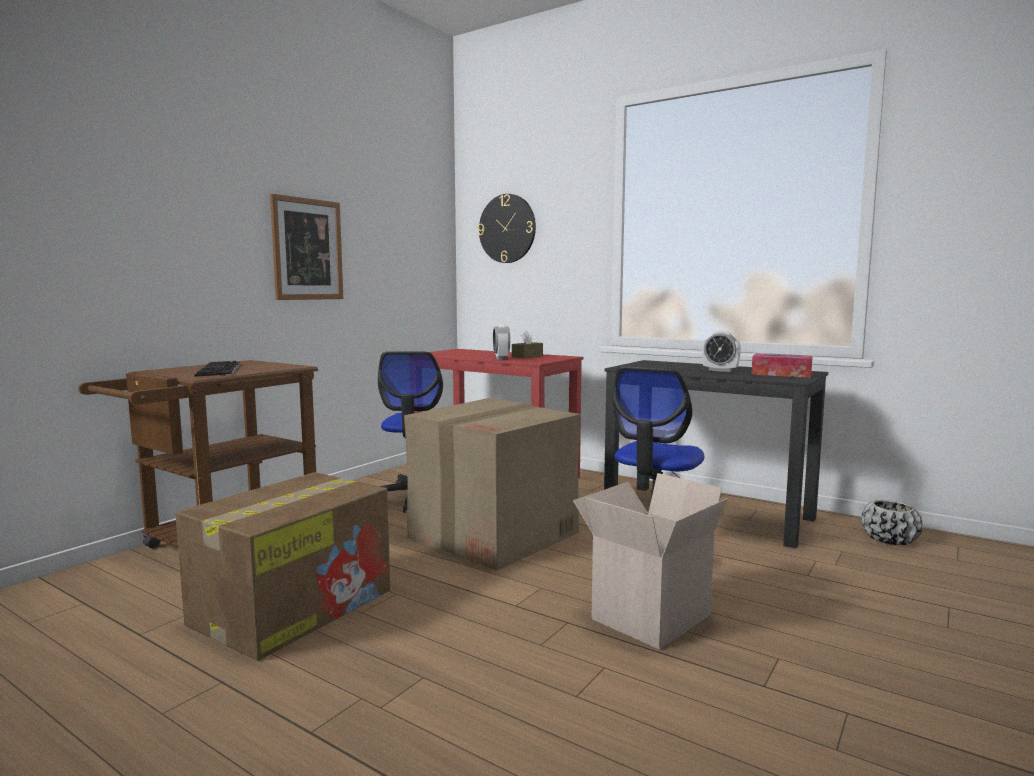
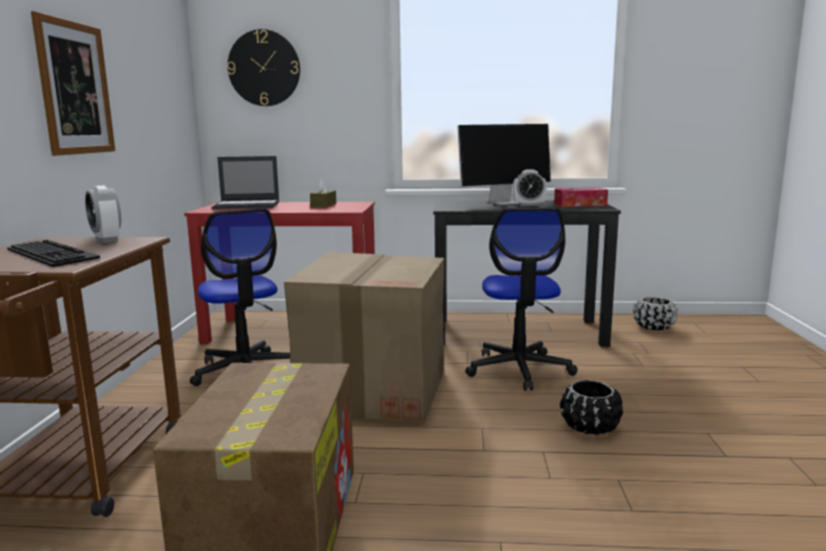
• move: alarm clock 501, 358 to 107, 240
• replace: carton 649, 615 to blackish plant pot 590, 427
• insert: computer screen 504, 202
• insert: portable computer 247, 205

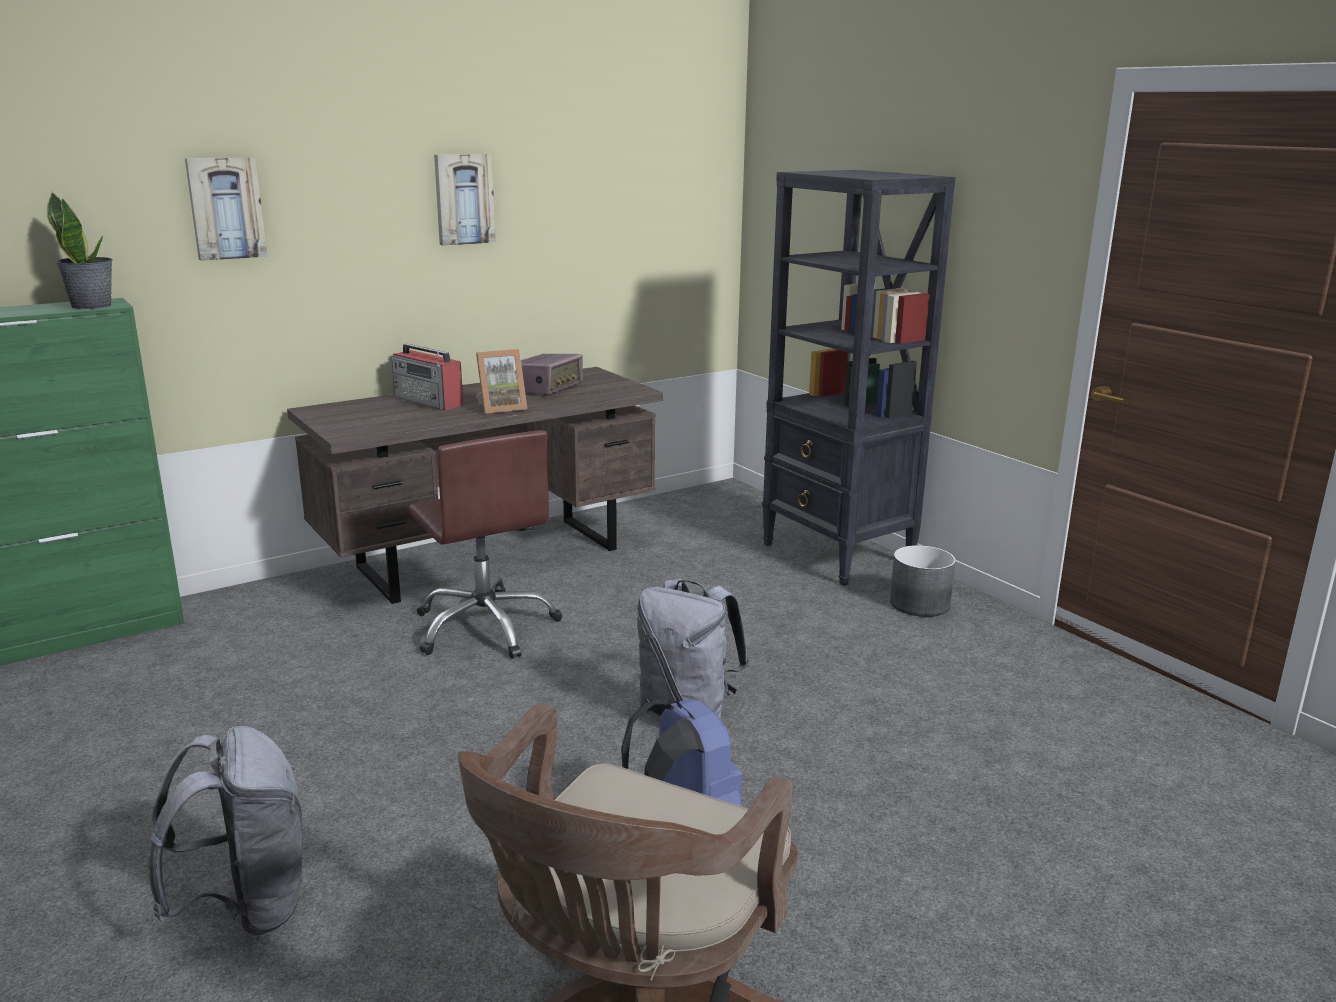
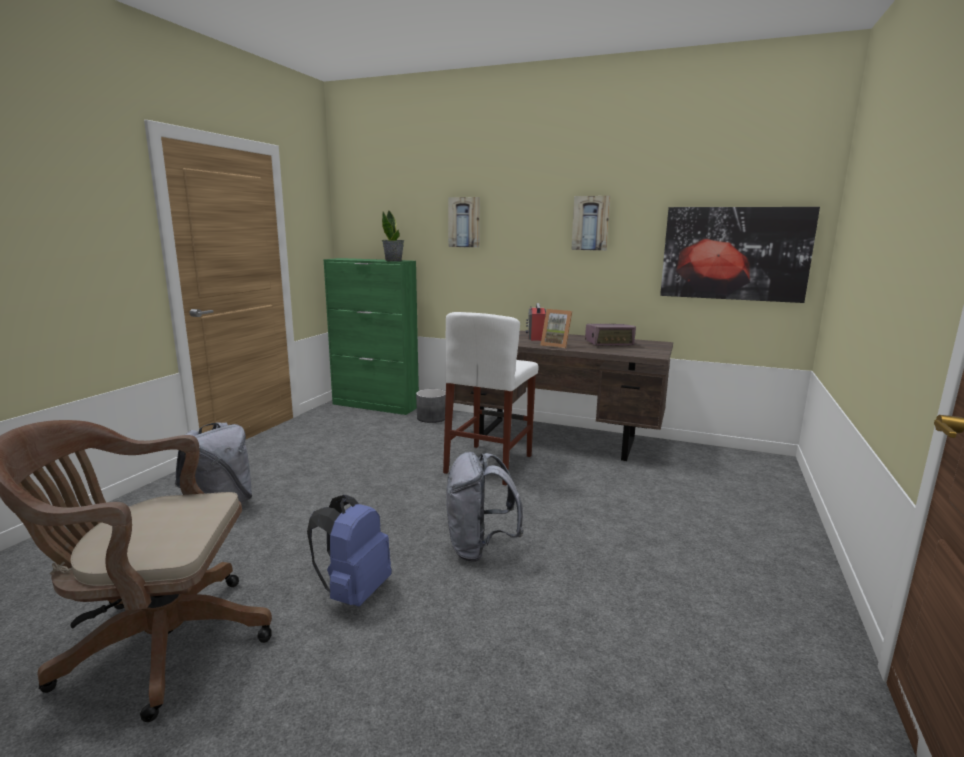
• delete: blackish bookcase 838, 555
• replace: brown computer chair 486, 627 to white stool 489, 464
• move: gray plant pot 920, 604 to 432, 418
• insert: wall art 734, 253

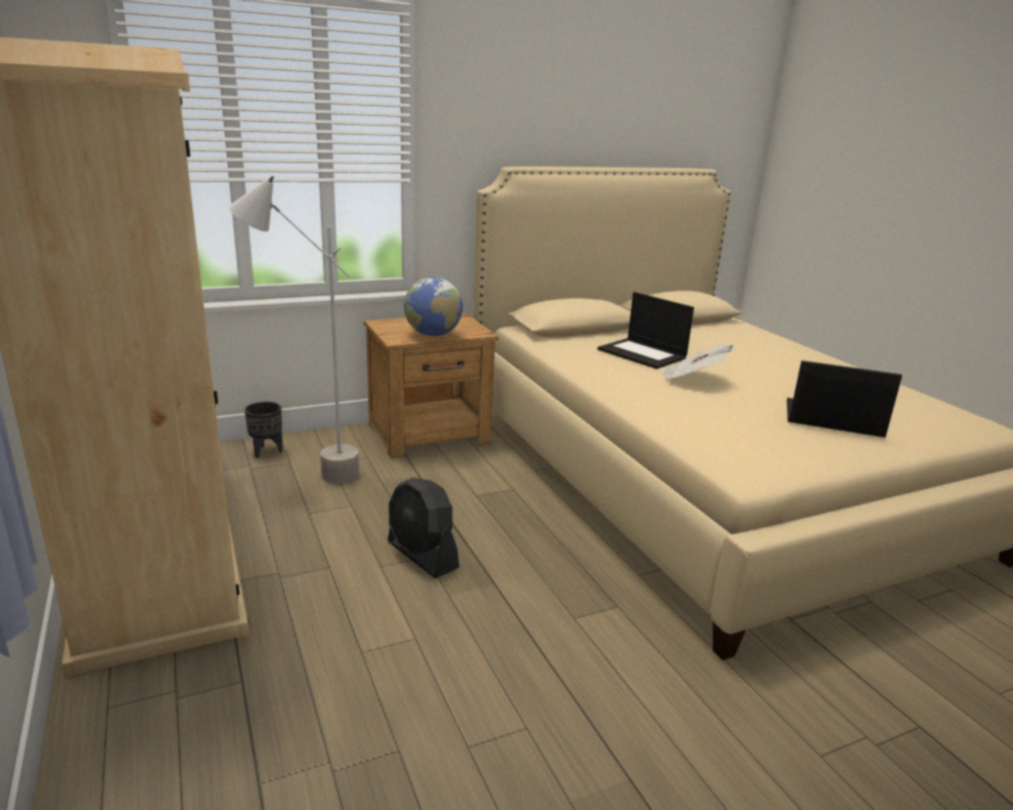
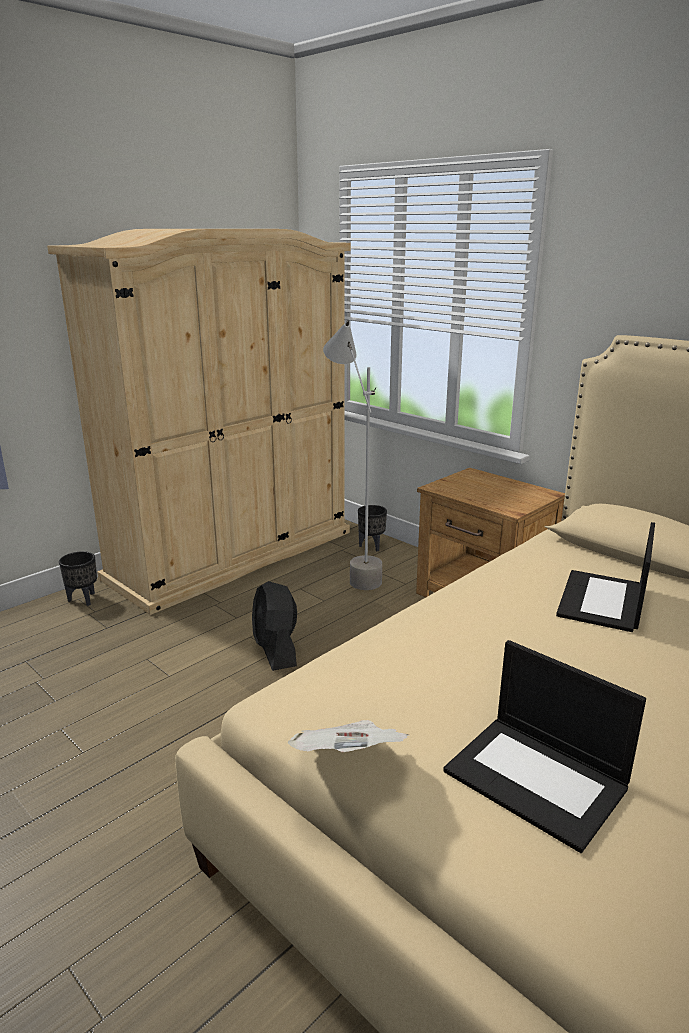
• delete: world globe 433, 335
• move: daily paper 692, 379 to 349, 761
• rotate: portable computer 832, 419 = 538, 779 135 degrees clockwise
• rotate: blackish cooling fan 422, 555 = 276, 649 45 degrees counterclockwise
• insert: blackish plant pot 84, 599

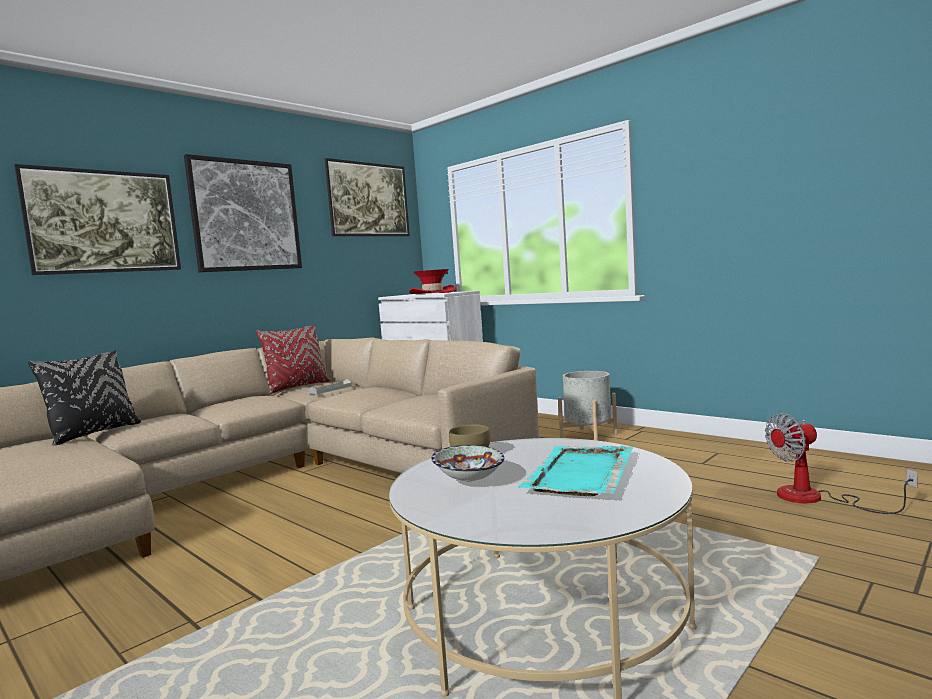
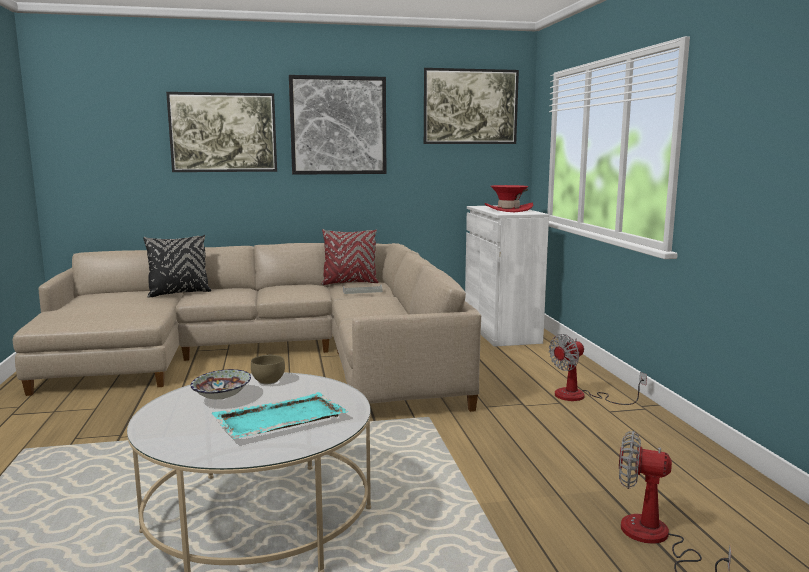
• replace: gray plant pot 588, 436 to cooling fan 581, 396

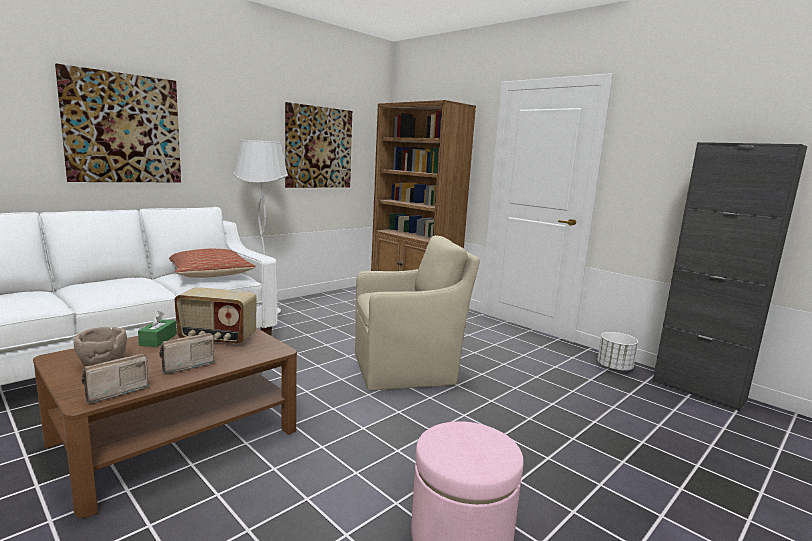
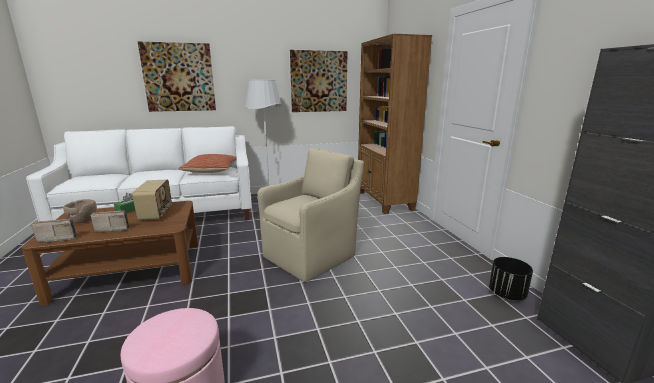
• rotate: beige-coloured easy chair 407, 369 = 312, 255 60 degrees counterclockwise
• rotate: radio receiver 217, 339 = 157, 214 135 degrees counterclockwise
• recolor: white plant pot 614, 368 to blackish plant pot 507, 294

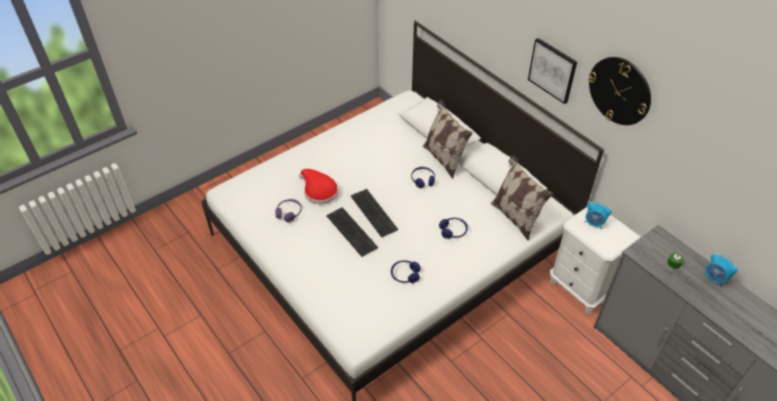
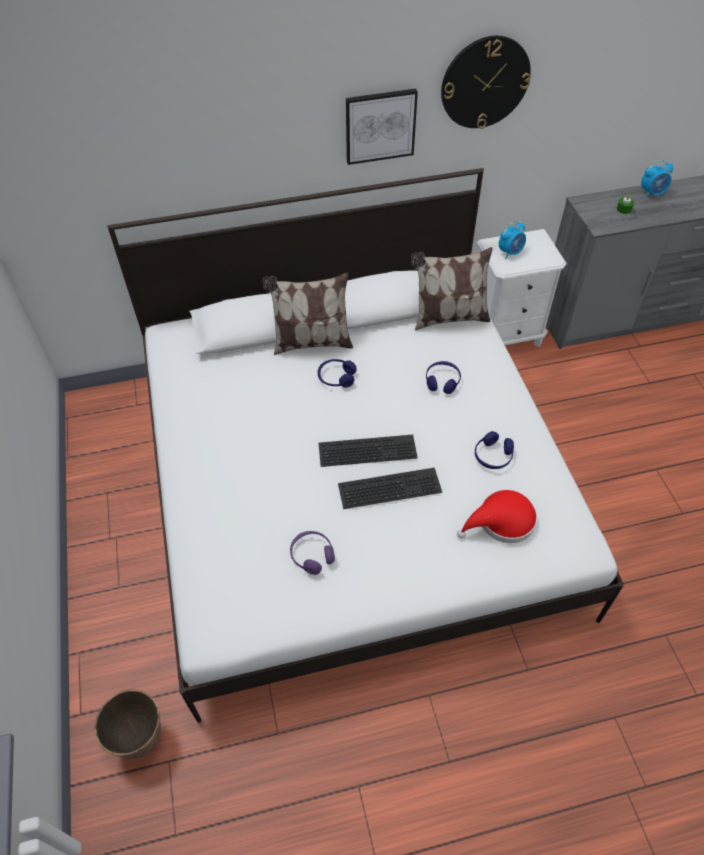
• move: red-coloured clothing hat 319, 191 to 501, 521
• insert: plant pot 140, 738

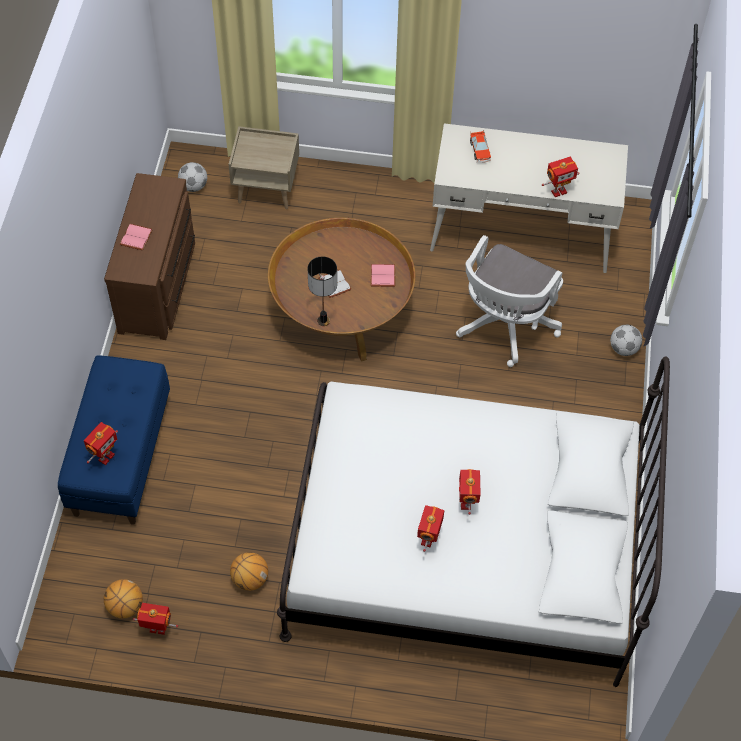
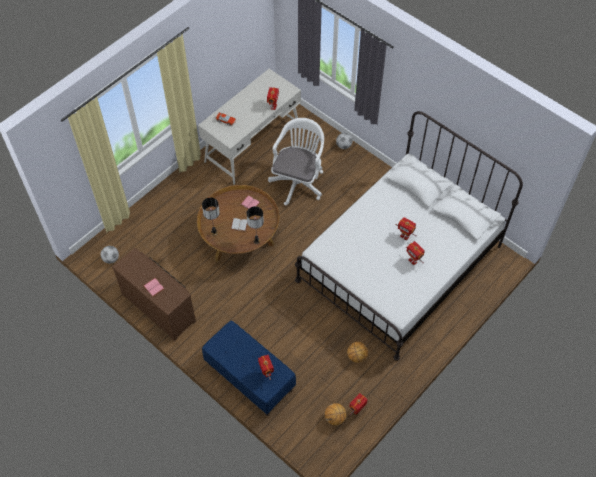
• delete: beige-coloured night table 267, 189
• rotate: white computer chair 504, 327 = 298, 181 135 degrees counterclockwise
• insert: lamp for a table 214, 232

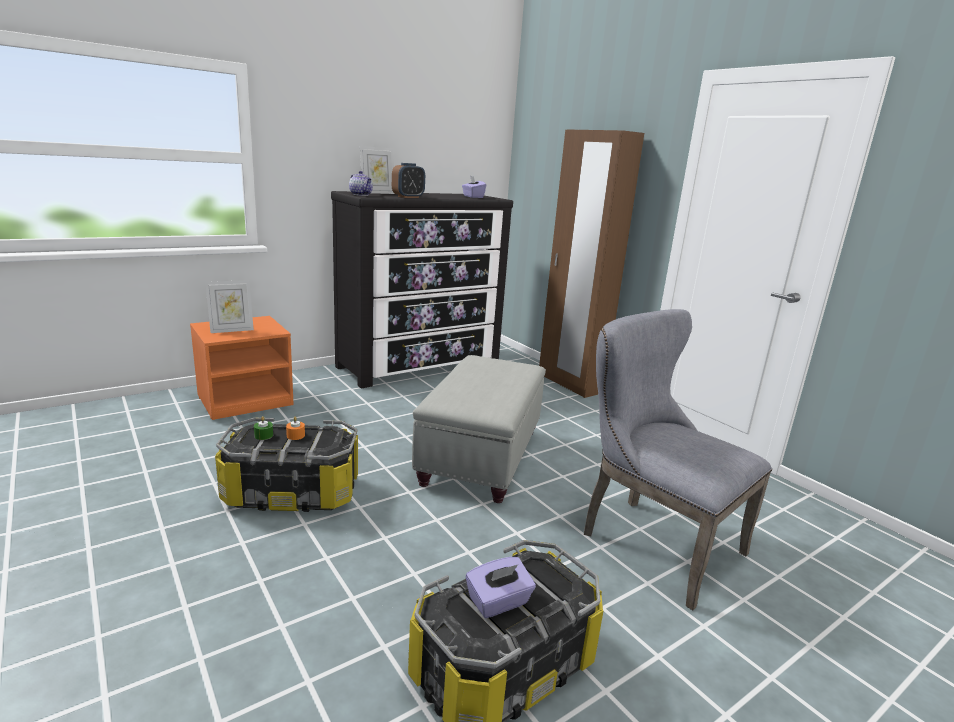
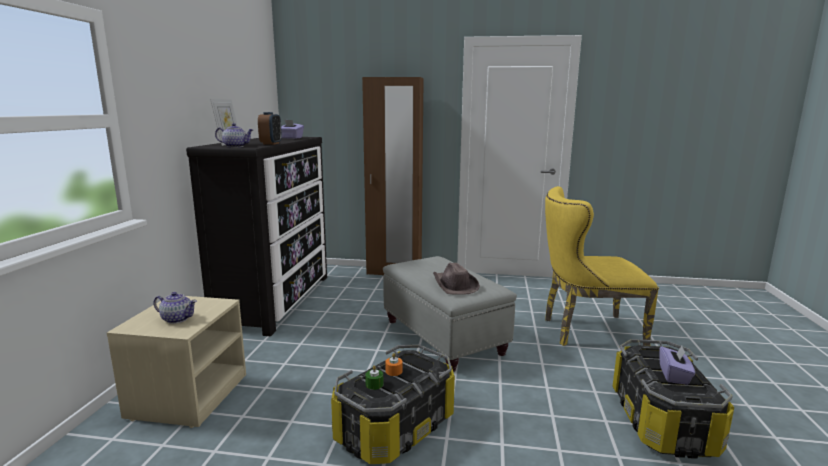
• replace: standing frame 231, 330 to tea pot 177, 319
• recolor: gray upright chair 651, 540 to yellow upright chair 585, 331
• recolor: orange night table 246, 400 to beige-coloured night table 188, 395
• insert: brown clothing hat 454, 285

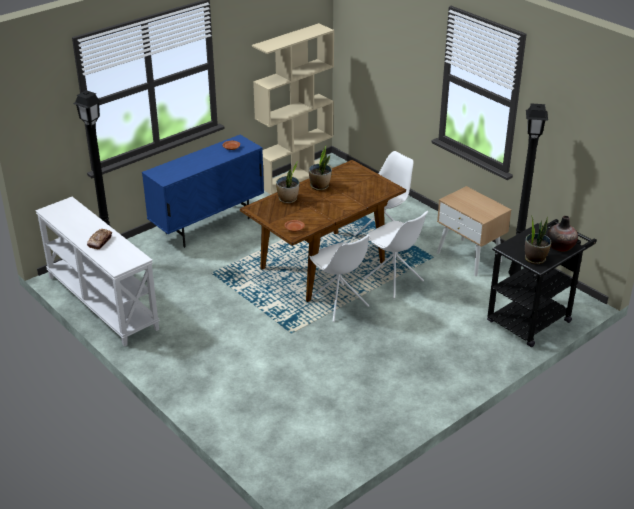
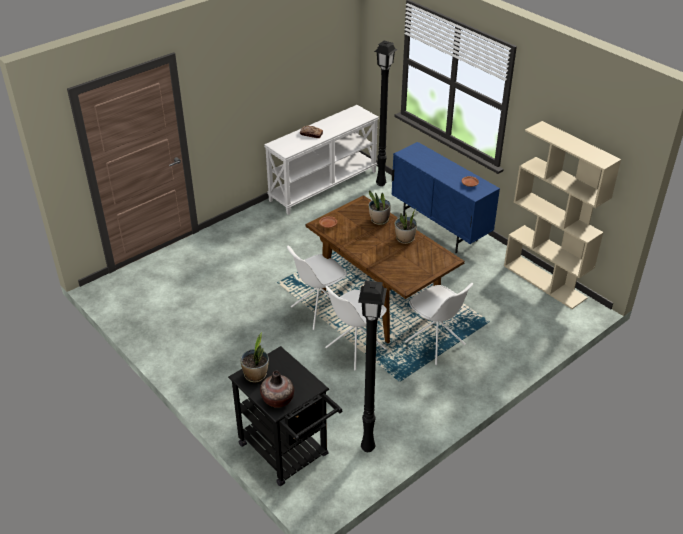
• delete: beige-coloured night table 469, 257

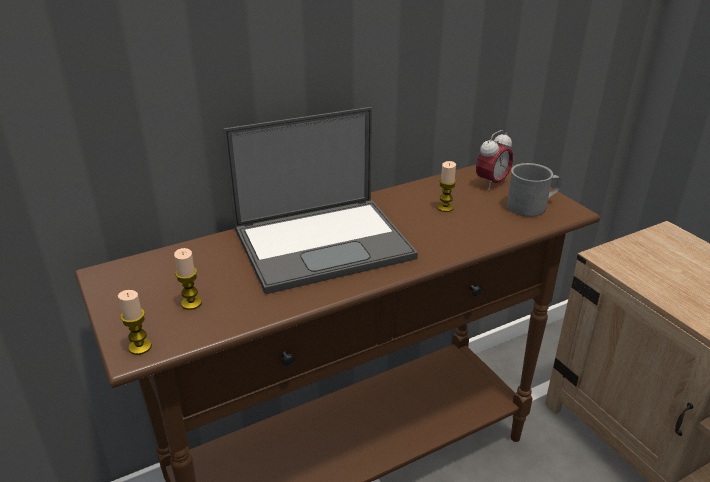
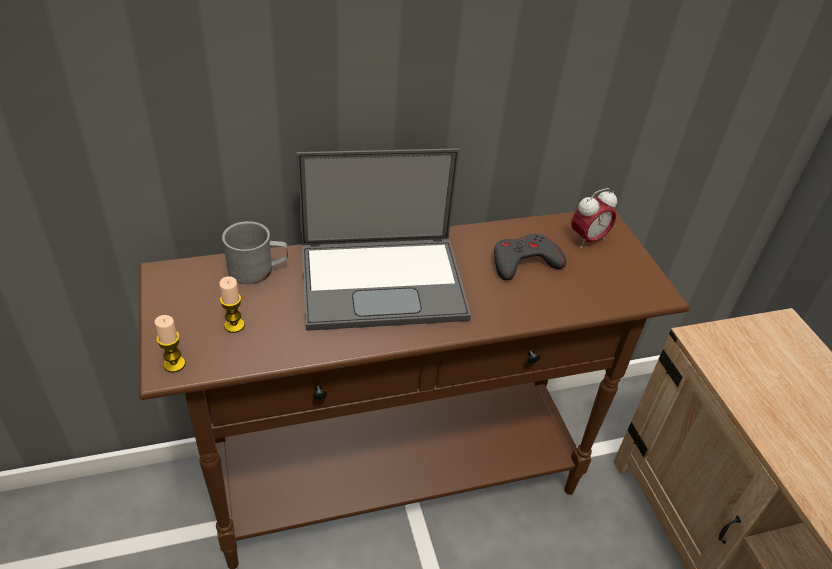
• replace: wax light 445, 208 to gray gamepad 524, 262
• move: gray tea mug 532, 206 to 258, 270

